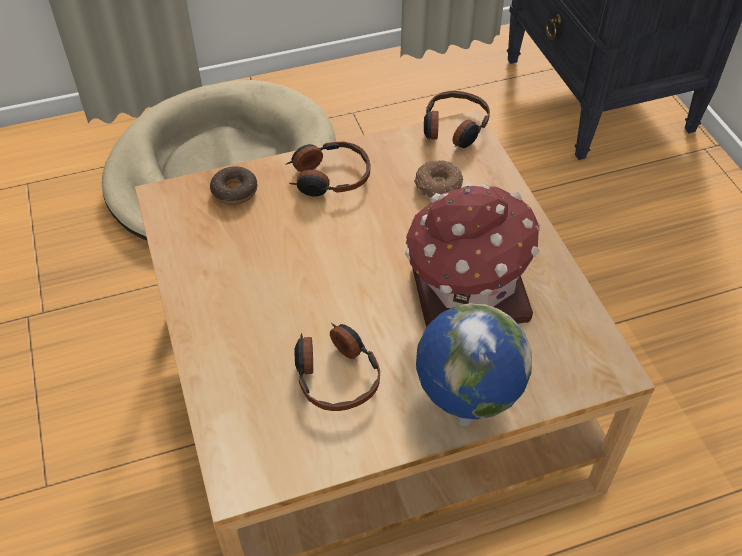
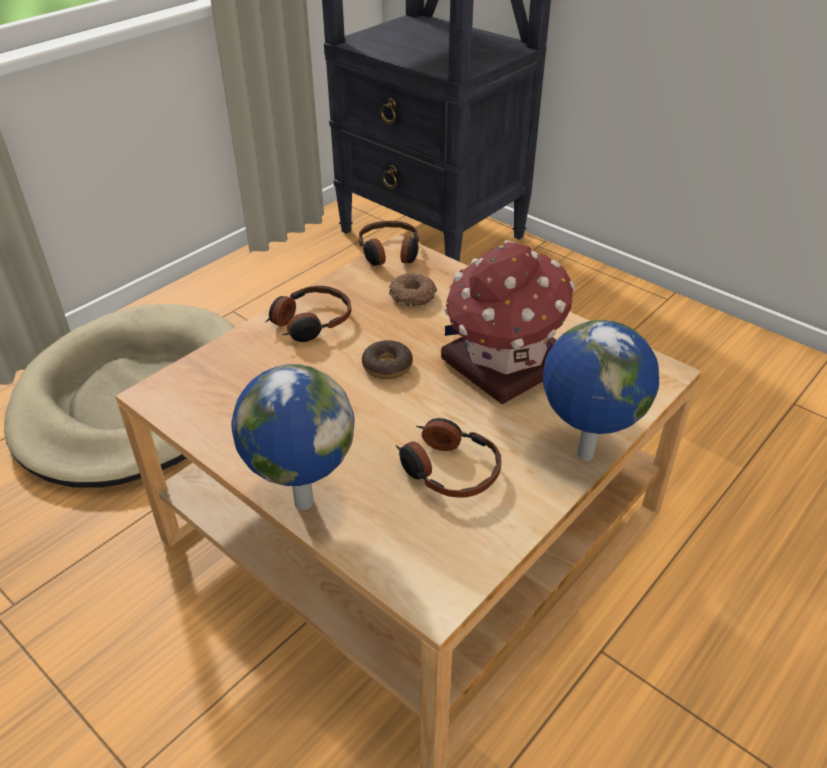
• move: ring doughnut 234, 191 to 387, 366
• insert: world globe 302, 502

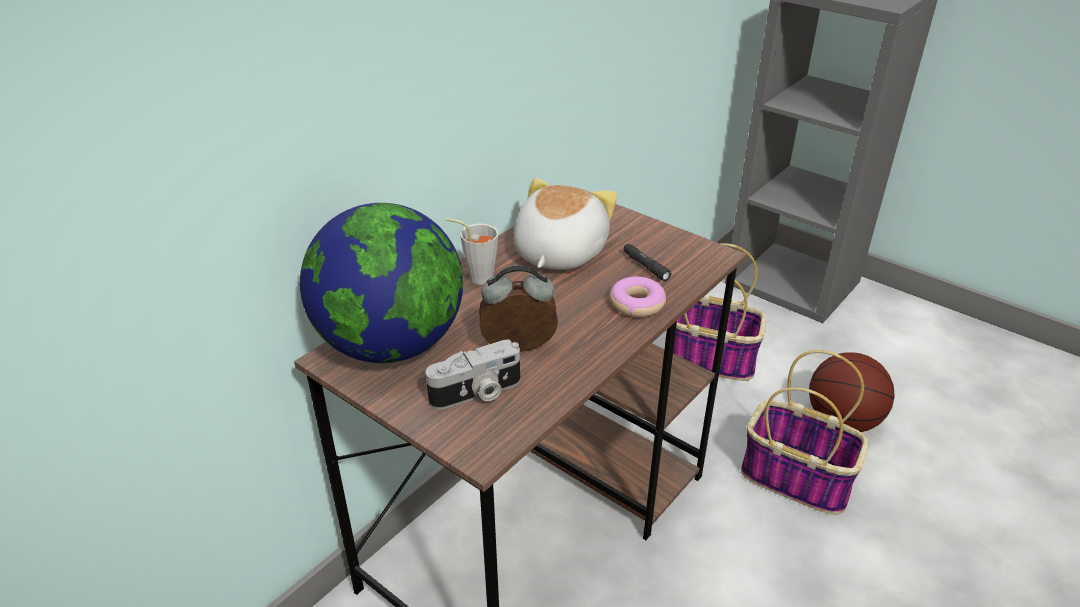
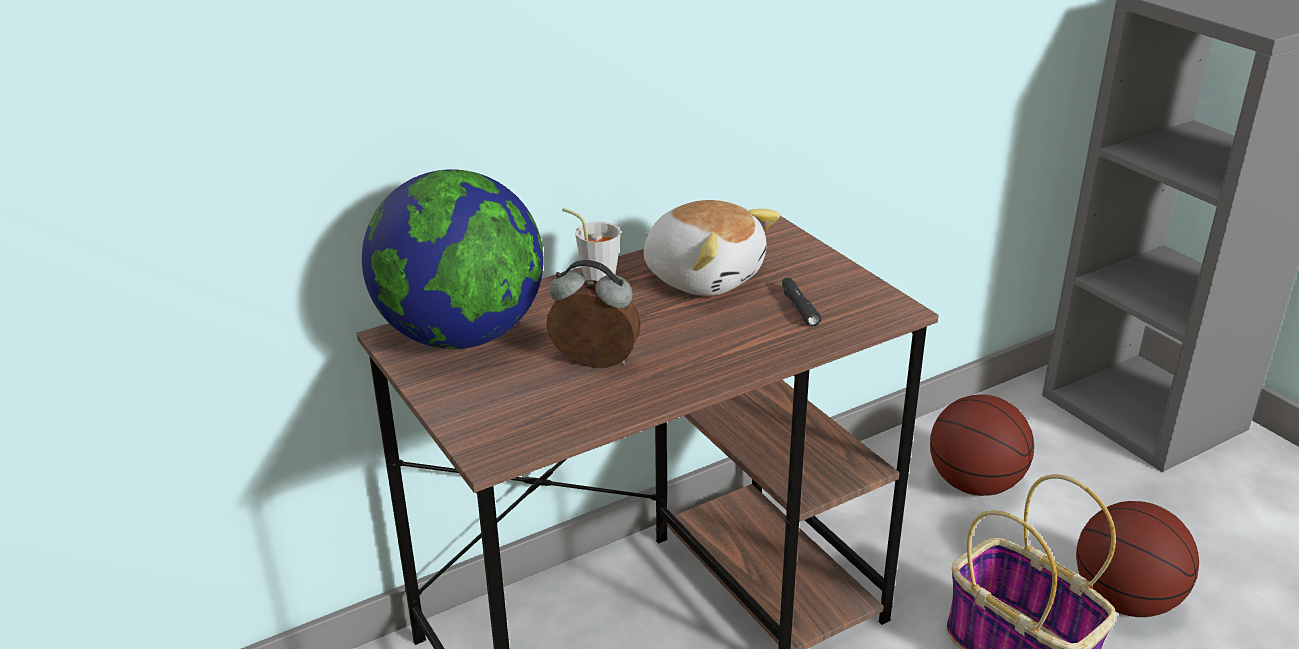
• rotate: cuddly toy 557, 253 = 704, 276 90 degrees clockwise
• replace: household basket 711, 359 to basketball 975, 484
• delete: ring doughnut 637, 304
• delete: still camera 477, 393

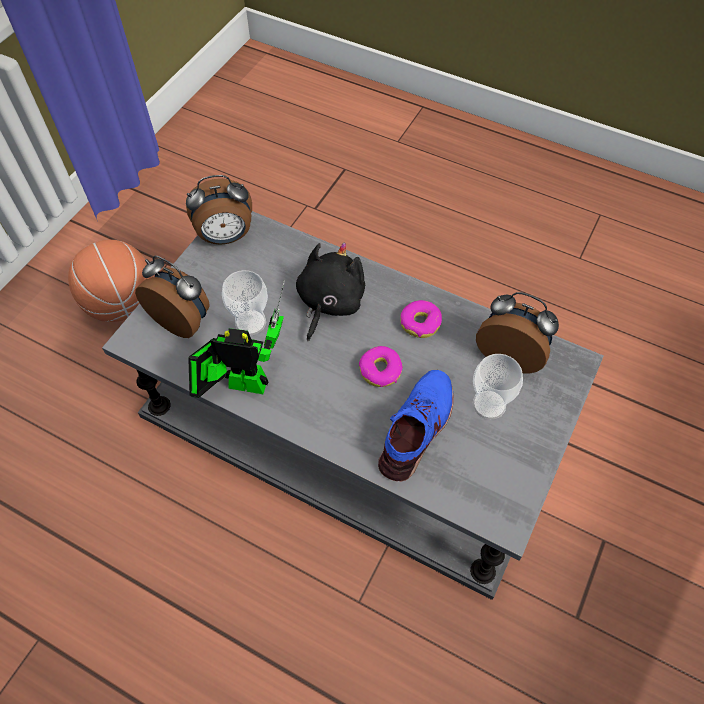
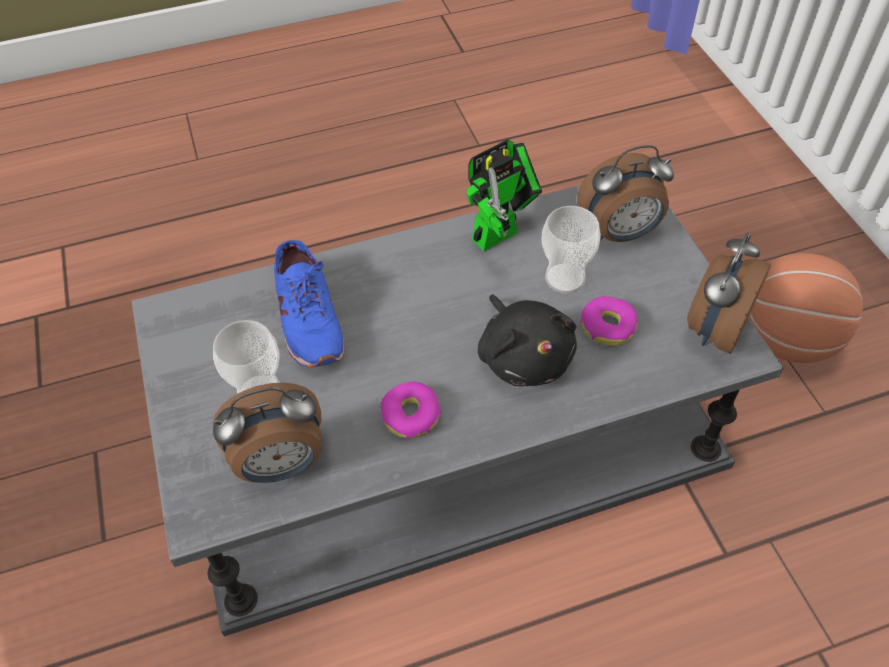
• move: ring doughnut 380, 371 to 608, 326

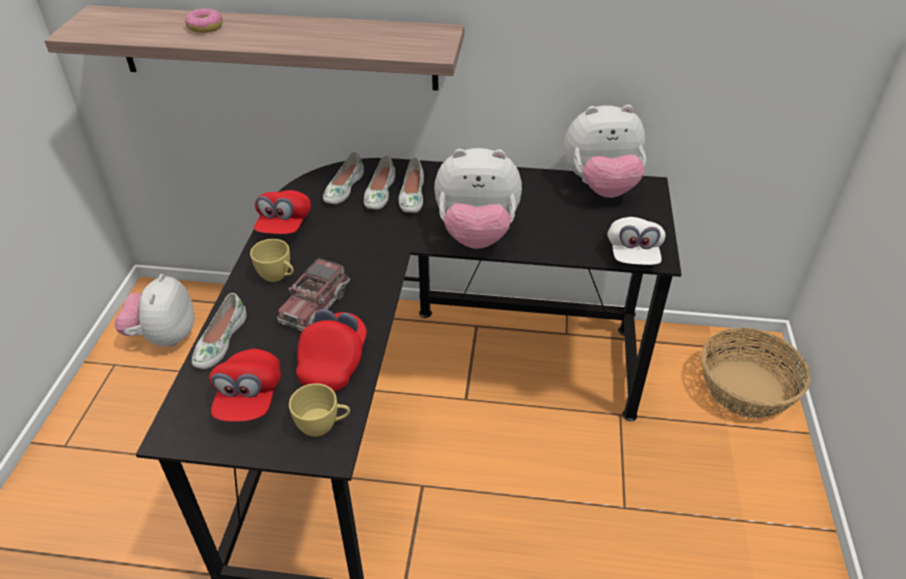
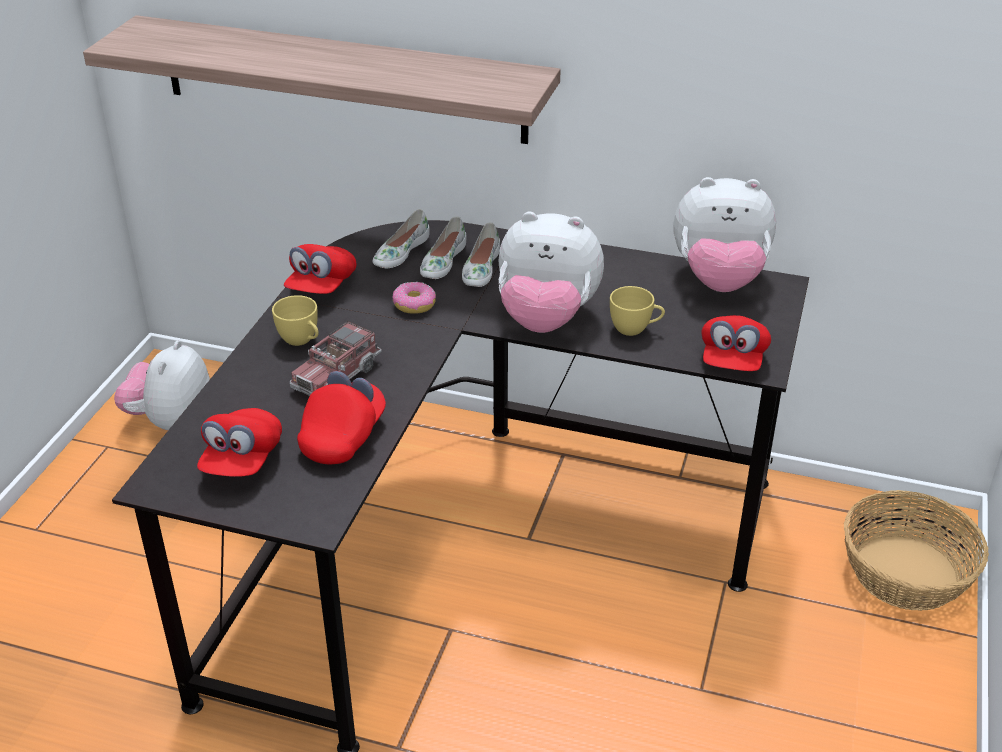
• move: ring doughnut 205, 27 to 414, 304
• recolor: white cap 633, 254 to red-coloured cap 732, 360
• delete: white low shoe 219, 341
• move: yellow cup 323, 426 to 635, 329

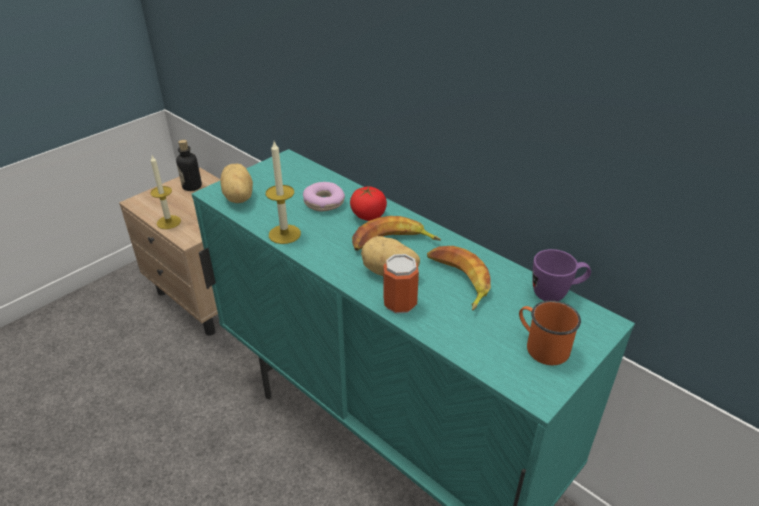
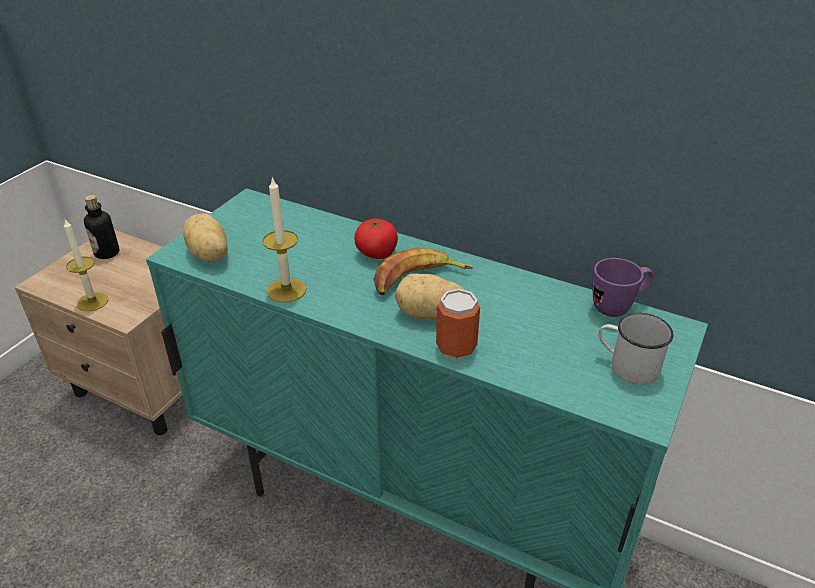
• delete: ring doughnut 324, 203
• delete: banana fruit 458, 280
• recolor: orange tea mug 541, 346 to white tea mug 627, 365

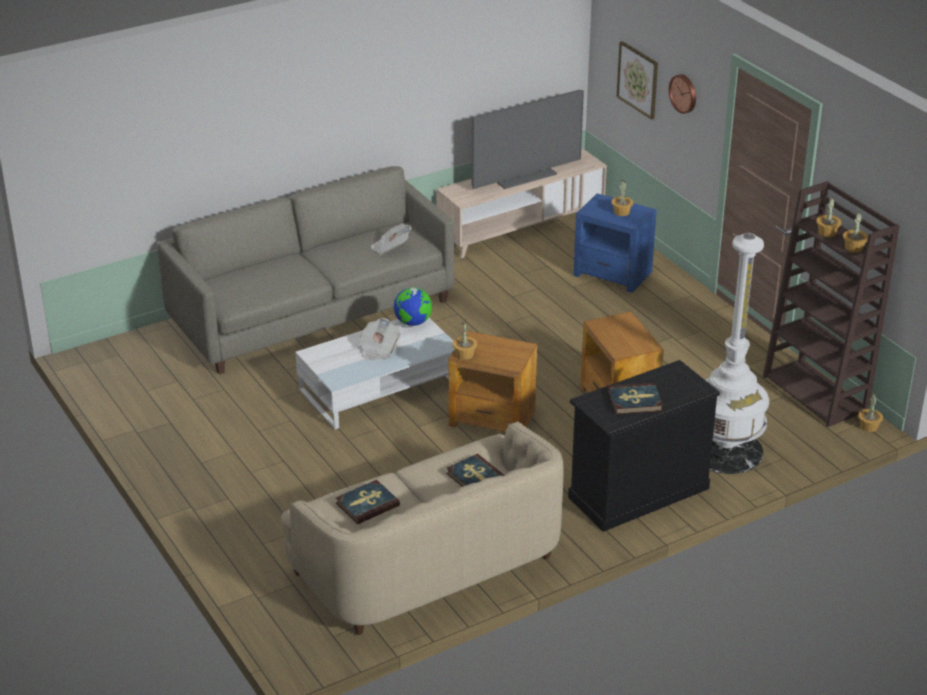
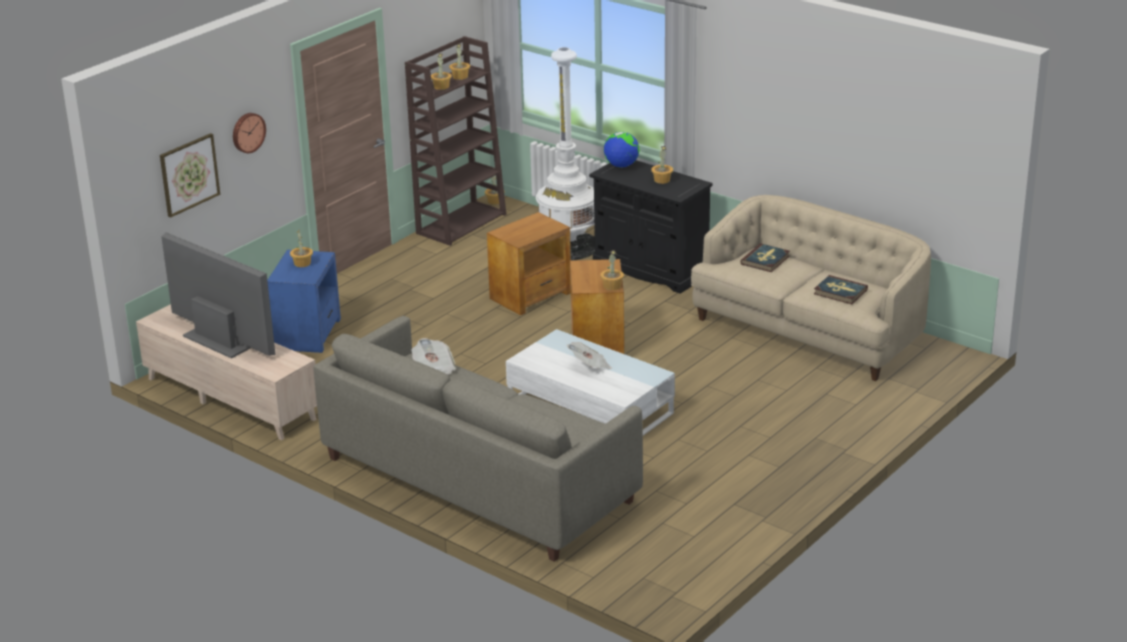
• move: world globe 413, 323 to 621, 166
• replace: bound book 635, 401 to potted plant 662, 180

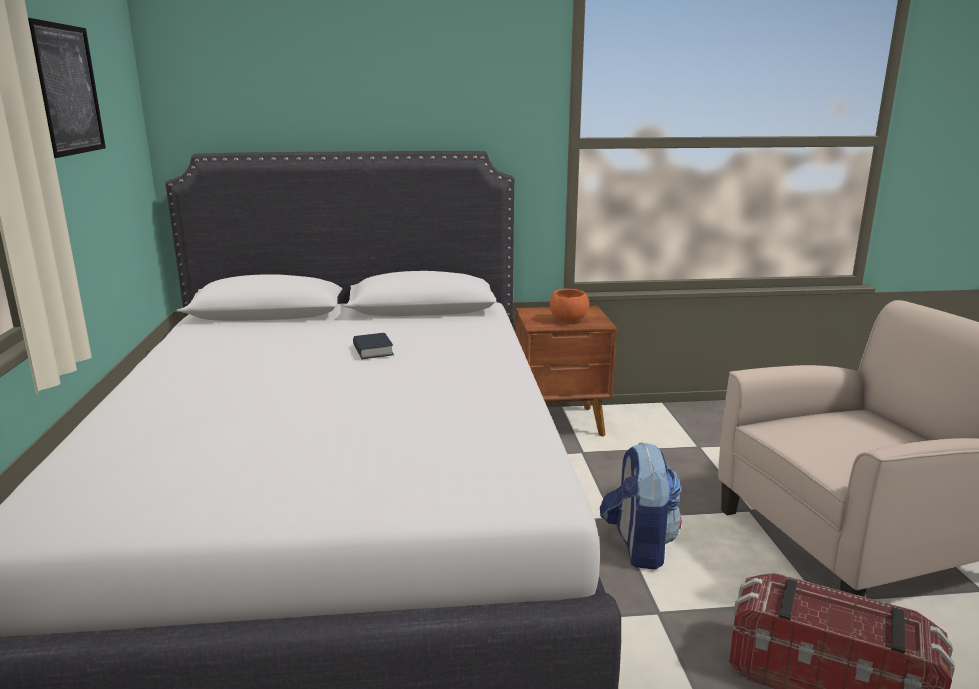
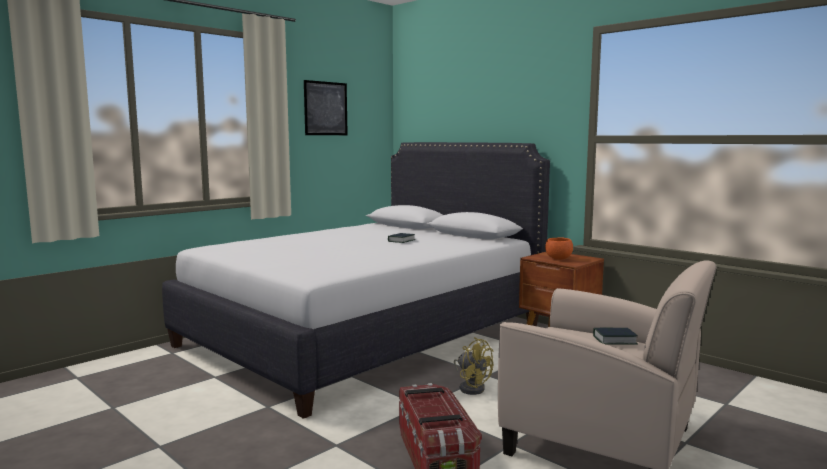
• replace: rucksack 638, 546 to yellow cooling fan 471, 387
• insert: bound book 614, 340

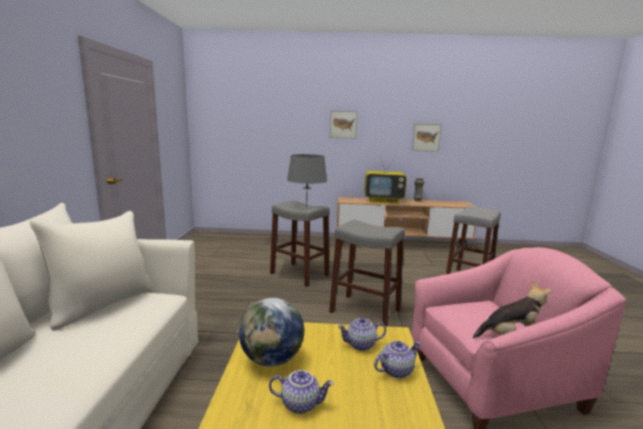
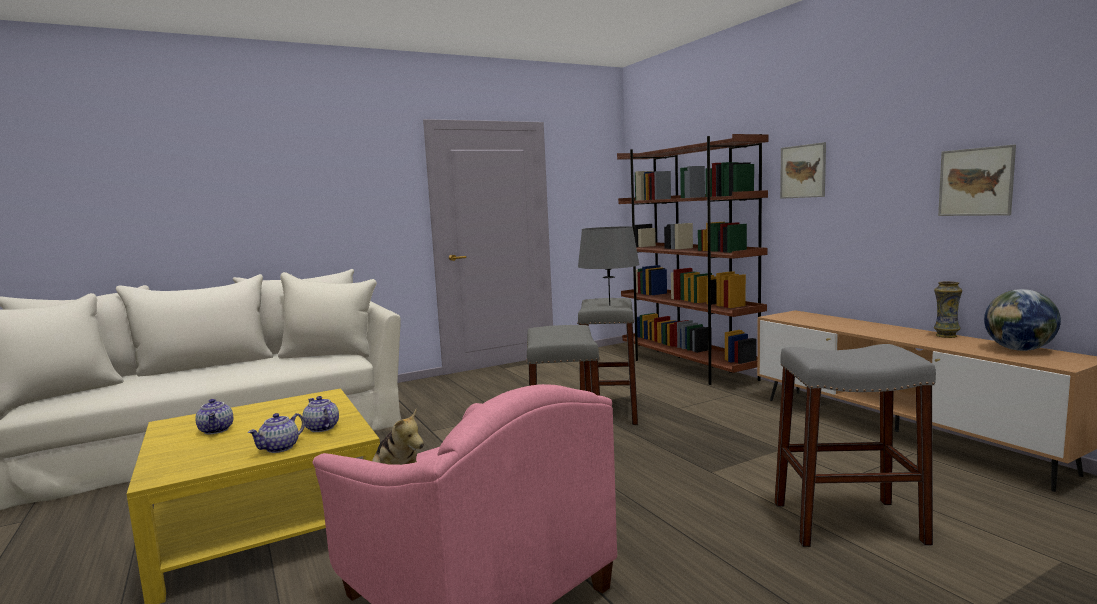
• delete: TV set 384, 201
• move: world globe 272, 359 to 1019, 349
• rotate: tea pot 395, 370 = 280, 448 90 degrees clockwise
• insert: brown bookcase 688, 368

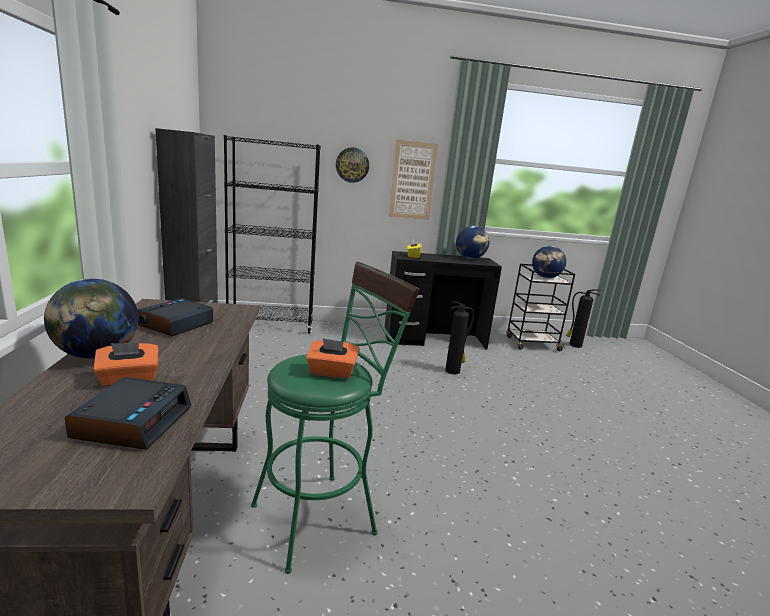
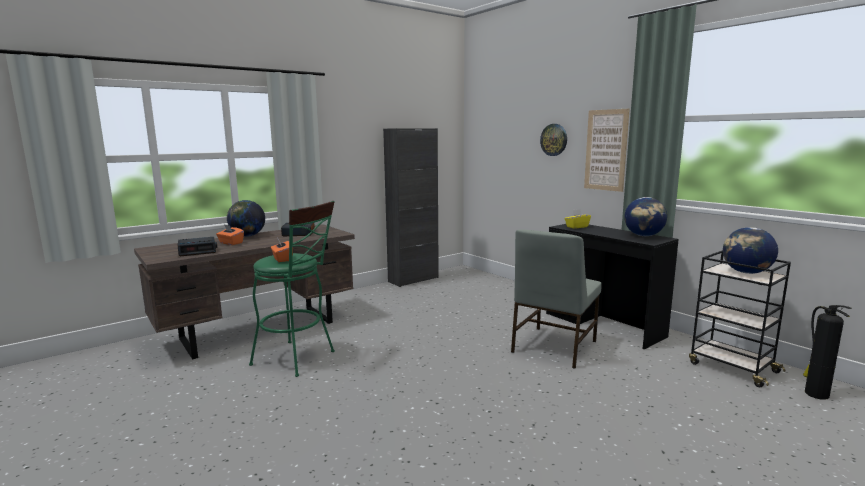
• delete: blackish bookcase 271, 326
• replace: extinguisher 453, 371 to gray upright chair 553, 347

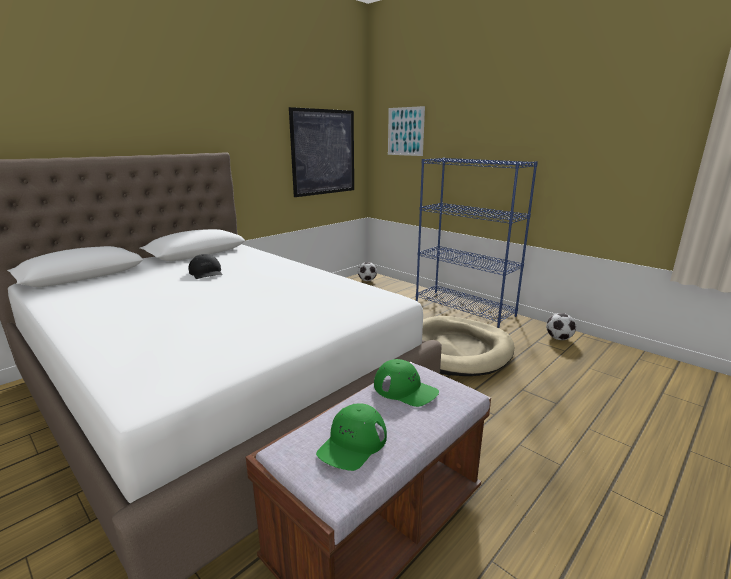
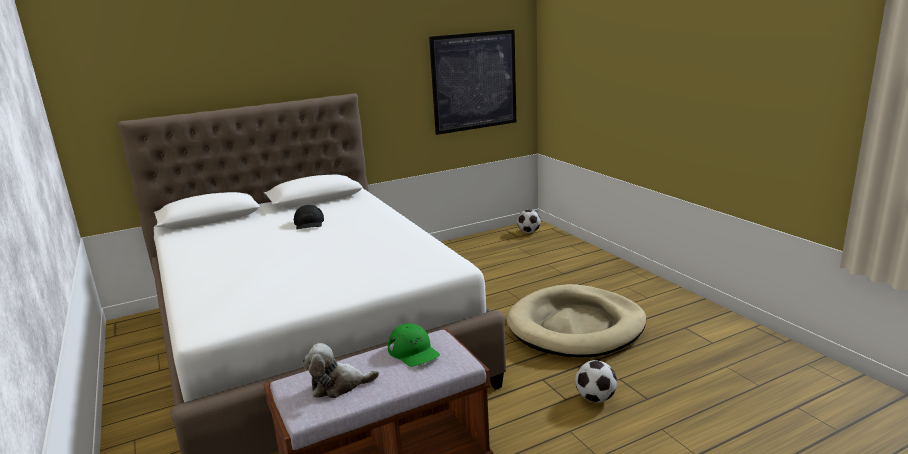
• delete: wall art 405, 131
• delete: blue bookcase 464, 308
• move: football 559, 338 to 595, 398
• replace: greenish cap 352, 443 to cuddly toy 338, 385

